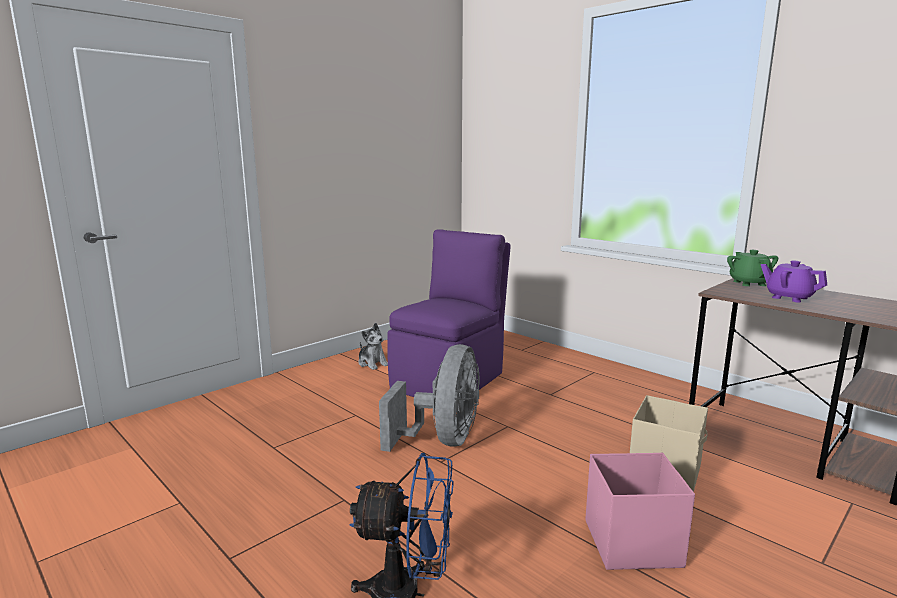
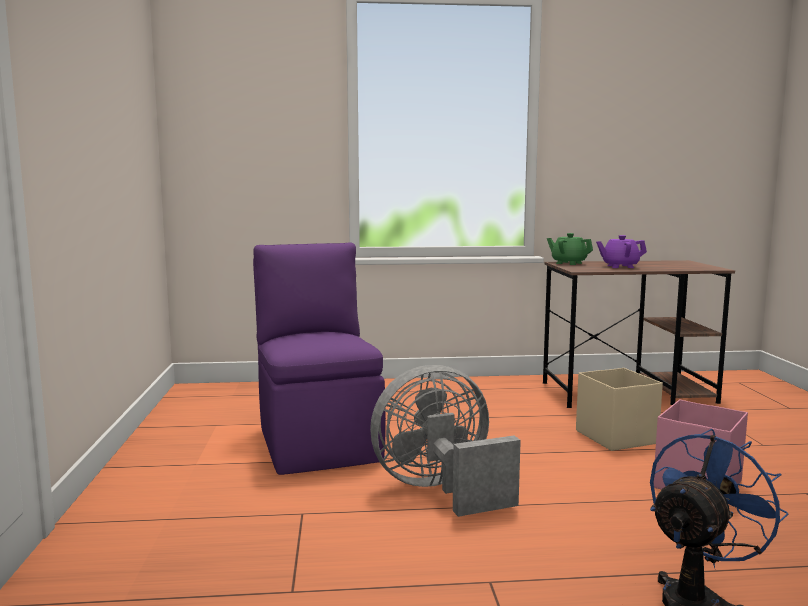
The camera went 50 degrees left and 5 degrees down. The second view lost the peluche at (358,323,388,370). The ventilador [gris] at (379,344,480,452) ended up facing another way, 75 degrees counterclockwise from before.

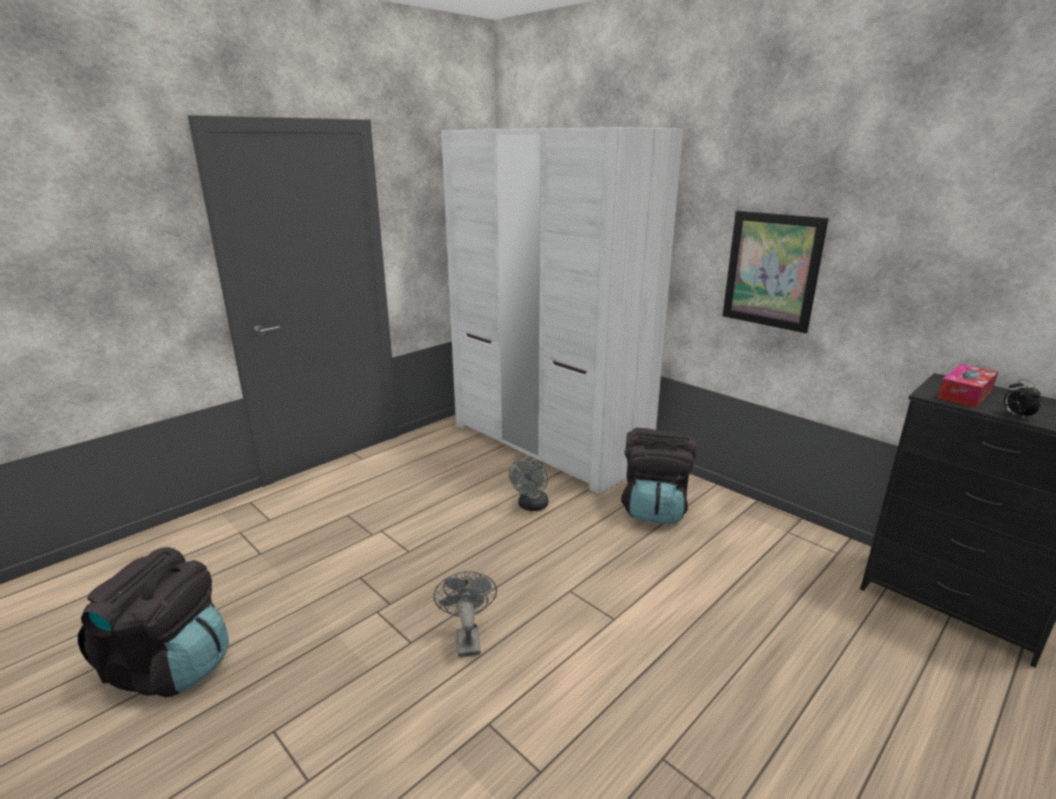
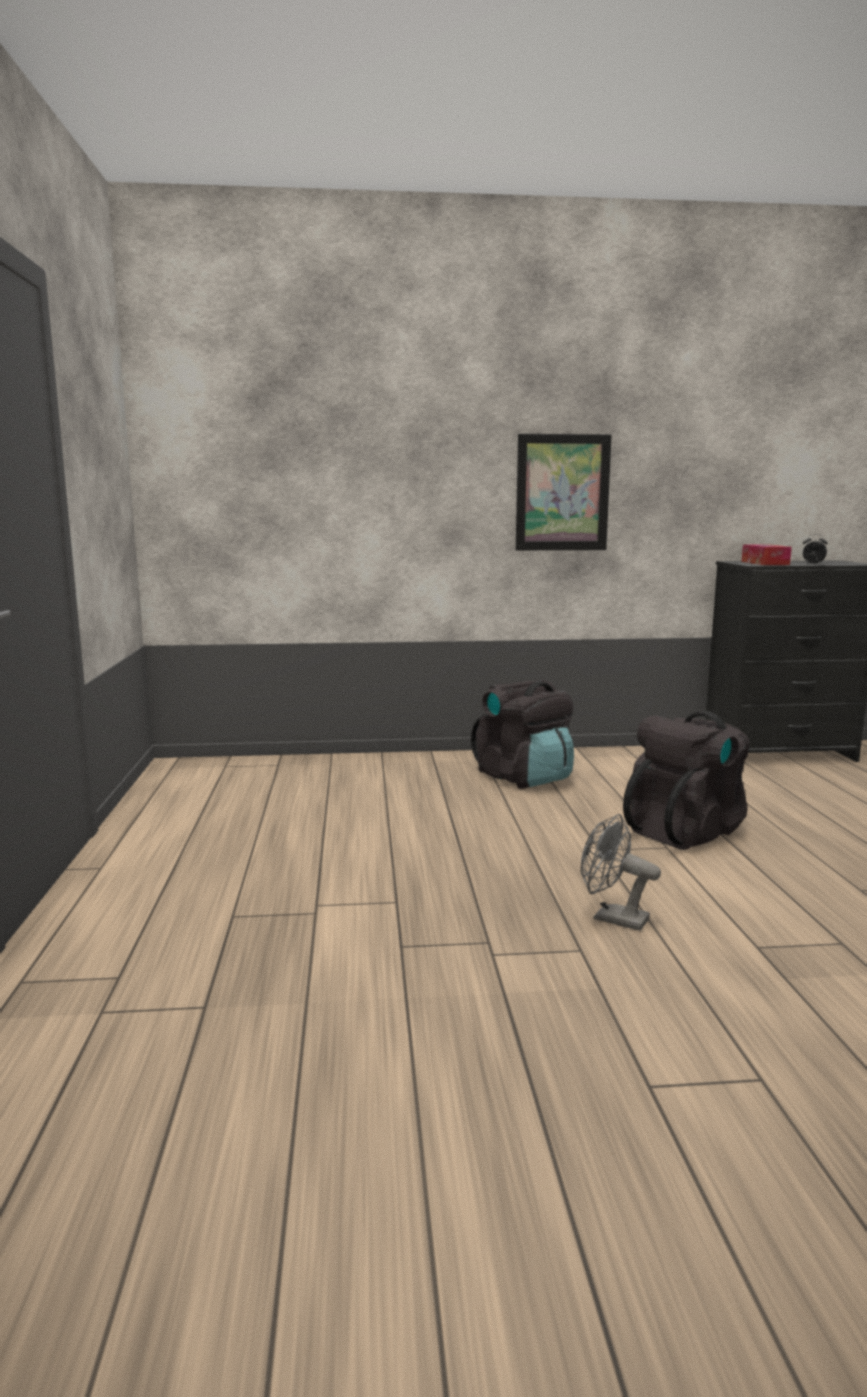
The camera went 50 degrees left and 10 degrees down. The second view lost the armario ropero [blanco] at (441,127,683,494). The second view lost the ventilador [gris] at (509,458,548,511). The mochila [negro] ended up elsewhere, having gone from (78,547,229,697) to (623,710,749,850).

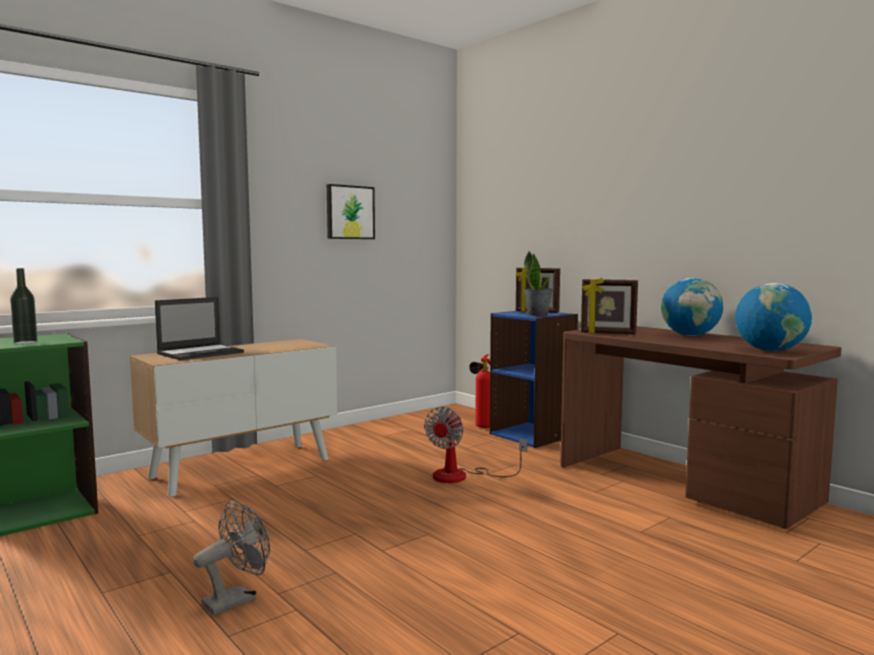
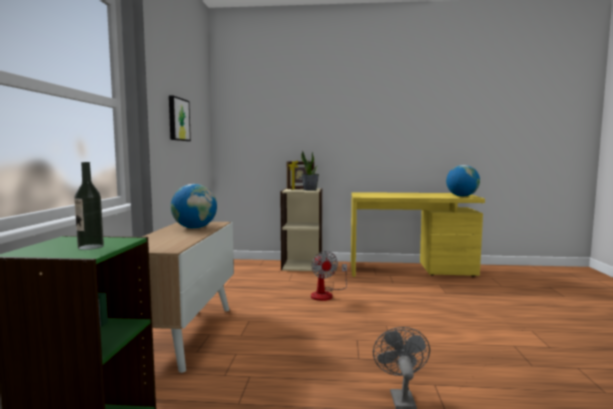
The camera went 45 degrees left and 0 degrees up. The second view lost the portátil at (155,297,244,360). The second view lost the extintor at (469,354,490,428). The second view lost the portarretratos at (581,278,638,335). The globo terráqueo ended up elsewhere, having gone from (661,278,723,336) to (171,184,217,229). What was the estantería [azul] at (490,311,578,448) turned into the estantería [beis] at (280,188,323,271). What was the escritorio [marrón] at (560,326,842,528) turned into the escritorio [amarillo] at (351,192,485,277).

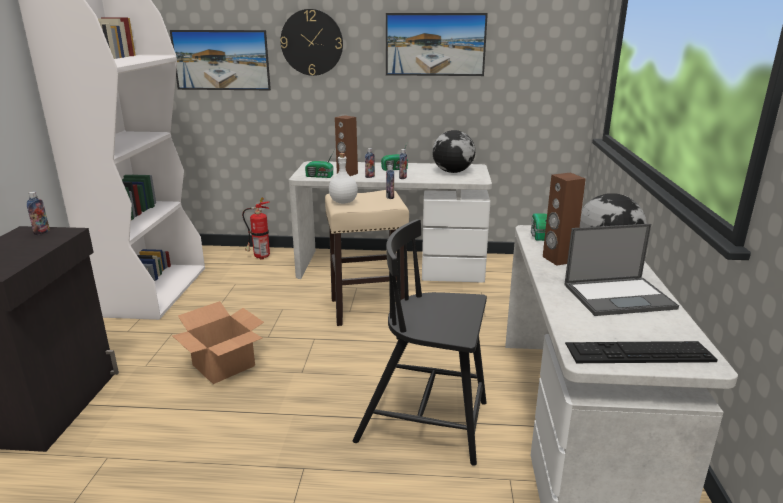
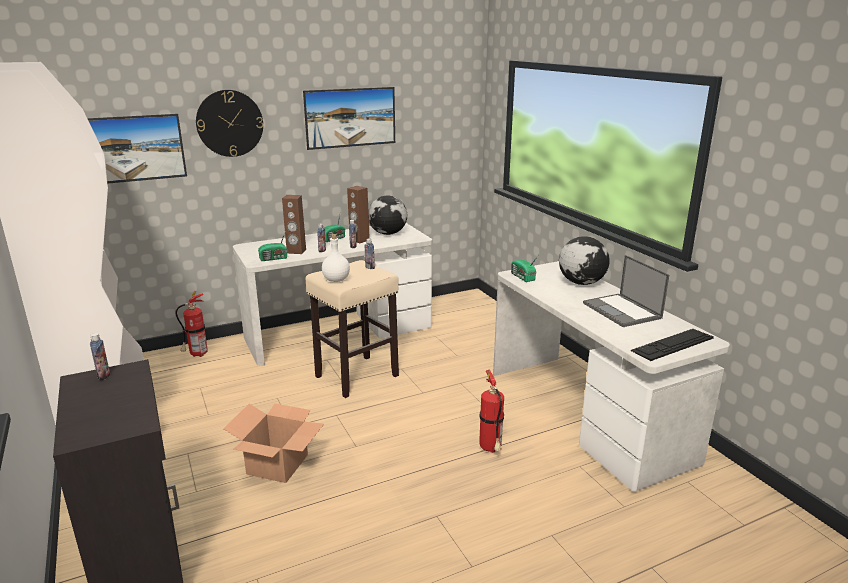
The camera went 30 degrees left and 0 degrees up. The altavoz [marrón] ended up elsewhere, having gone from (543,173,586,266) to (347,186,370,243). Where the silla [negro] stood at (353,219,487,465), the extintor came to stand at (479,370,504,453). The portátil at (564,224,679,316) ended up facing another way, 105 degrees clockwise from before.

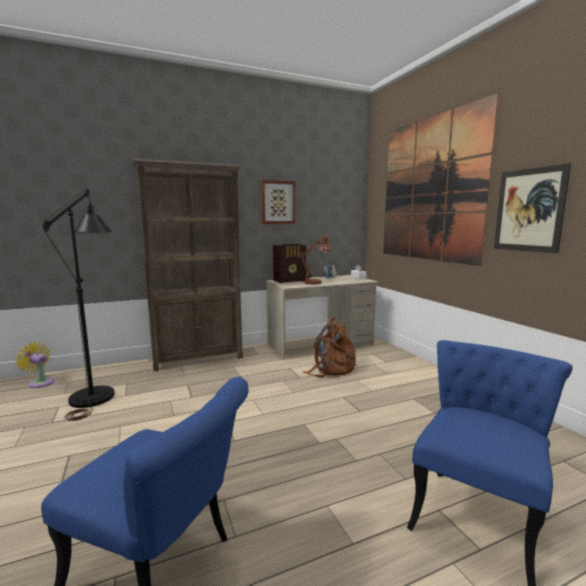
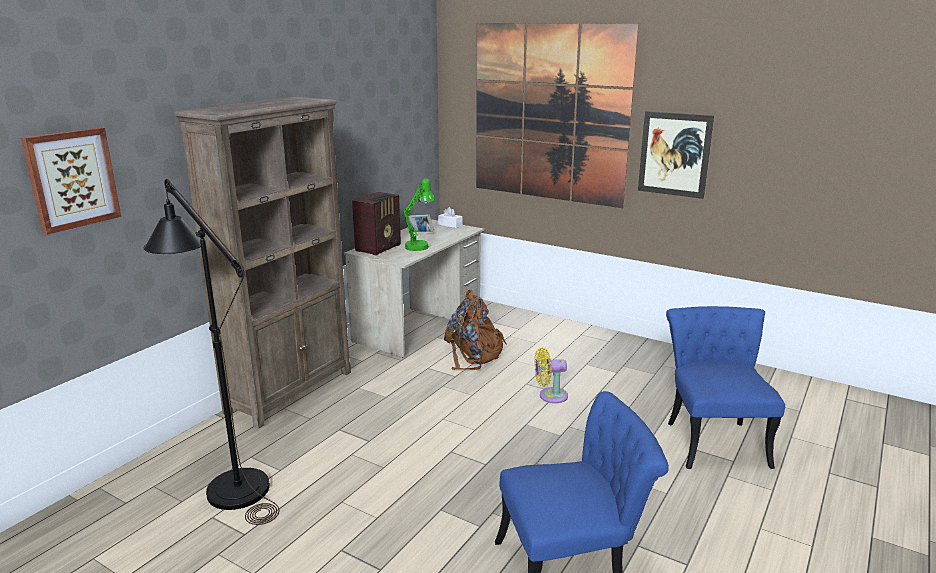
The camera went 35 degrees left and 10 degrees up. The ventilador [amarillo] ended up elsewhere, having gone from (16,342,55,388) to (535,348,568,403). The cuadro ended up elsewhere, having gone from (261,180,295,224) to (21,127,121,235). What was the lámpara de mesa [marrón] at (300,235,331,285) turned into the lámpara de mesa [verde] at (403,178,435,251).

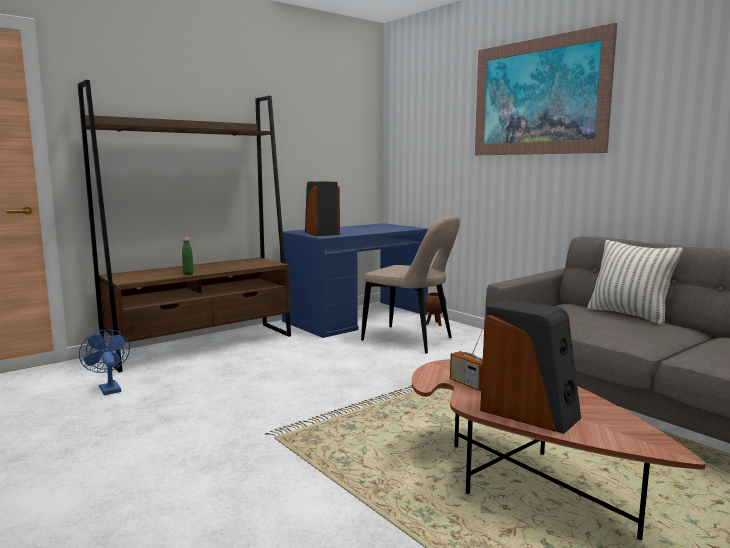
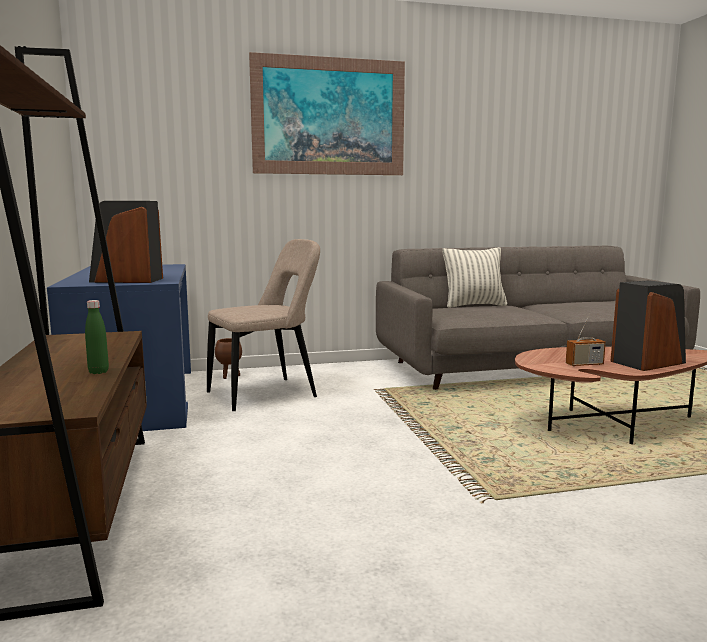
The camera went 65 degrees left and 0 degrees up. The second view lost the ventilador [azul] at (79,329,130,395).

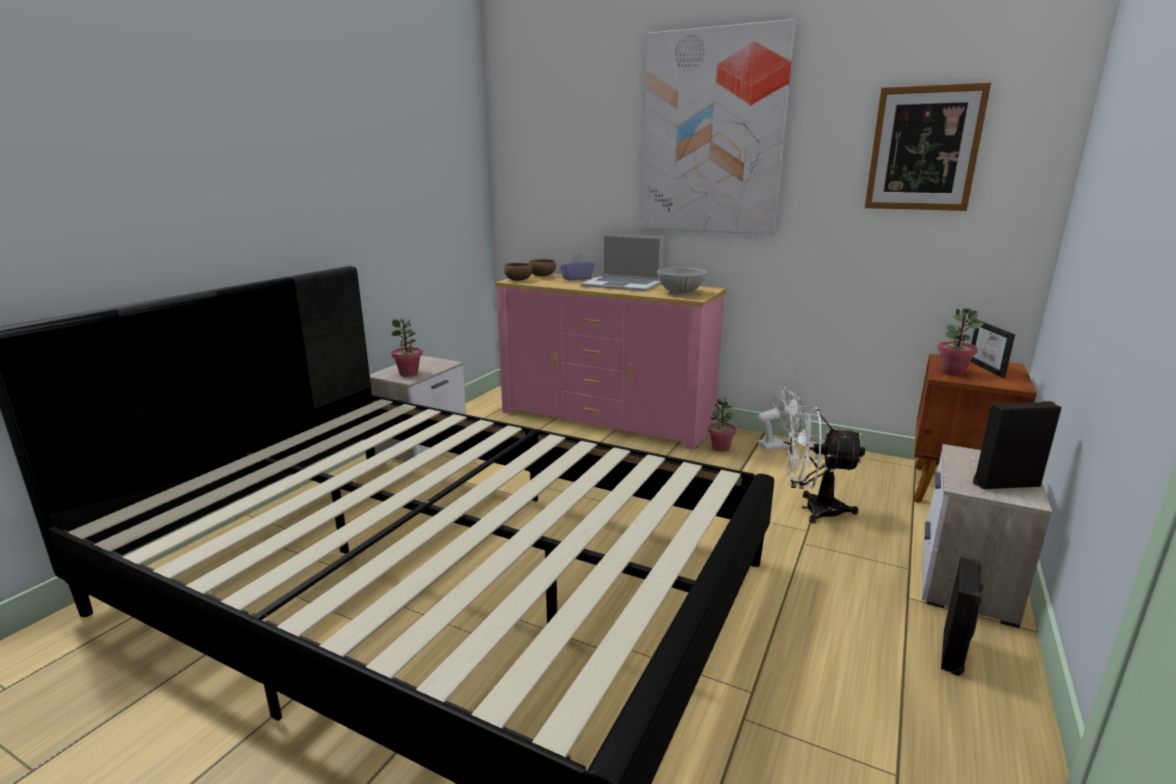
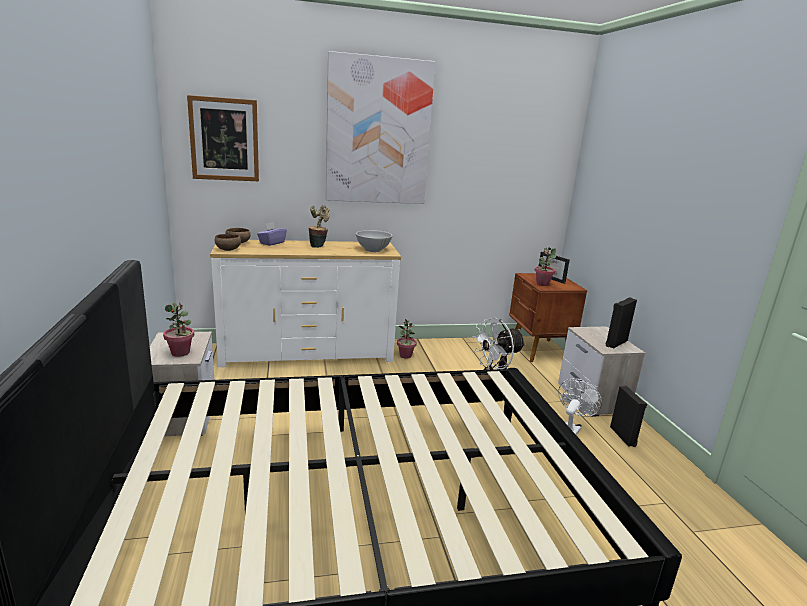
The camera went 40 degrees left and 0 degrees up. The ventilador [blanco] ended up elsewhere, having gone from (758,387,804,450) to (558,378,602,435). The cuadro ended up elsewhere, having gone from (865,82,991,211) to (187,95,259,181). Where the portátil stood at (580,233,664,292), the planta en maceta came to stand at (309,205,330,248). What was the cómoda [rosa] at (495,274,726,450) turned into the cómoda [blanco] at (210,240,401,367).

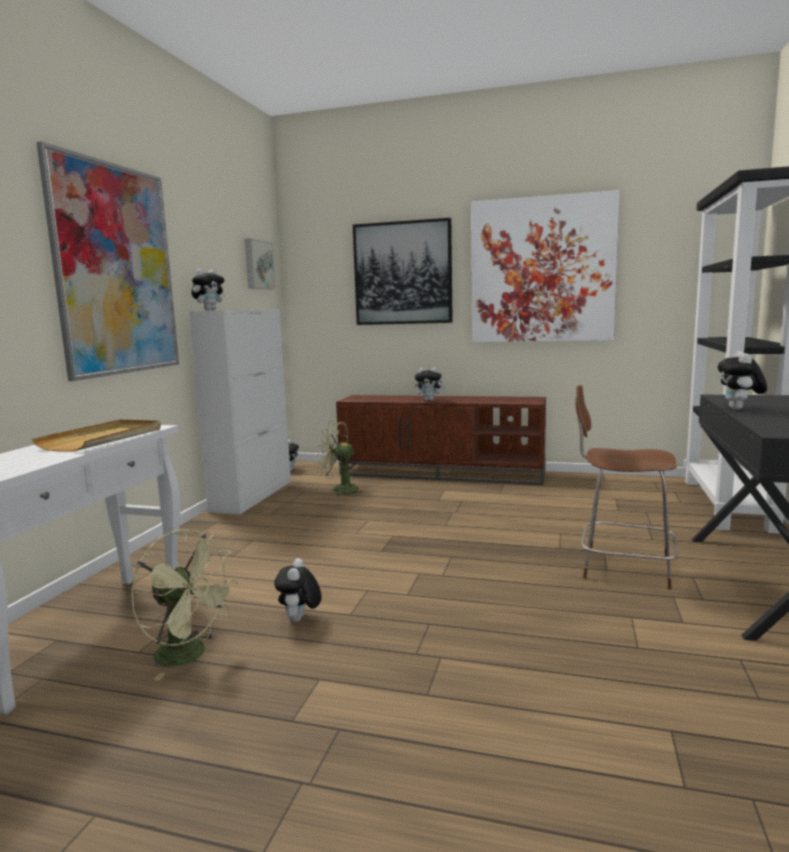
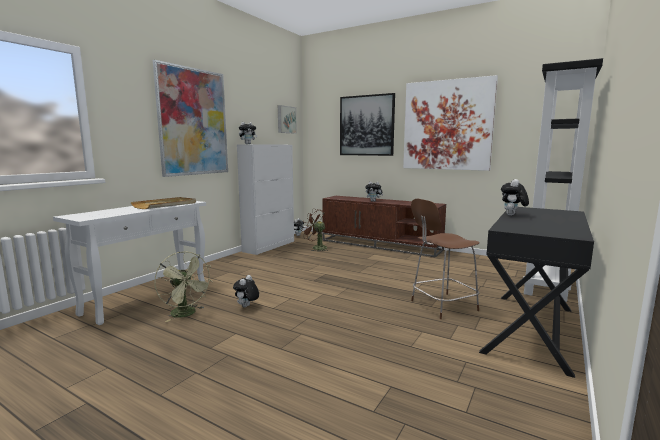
The camera went 15 degrees right and 0 degrees up. What was the ventilador [verde] at (315,421,364,496) turned into the ventilador [marrón] at (302,209,328,252). The silla [marrón] at (575,385,678,590) ended up facing another way, 60 degrees counterclockwise from before.

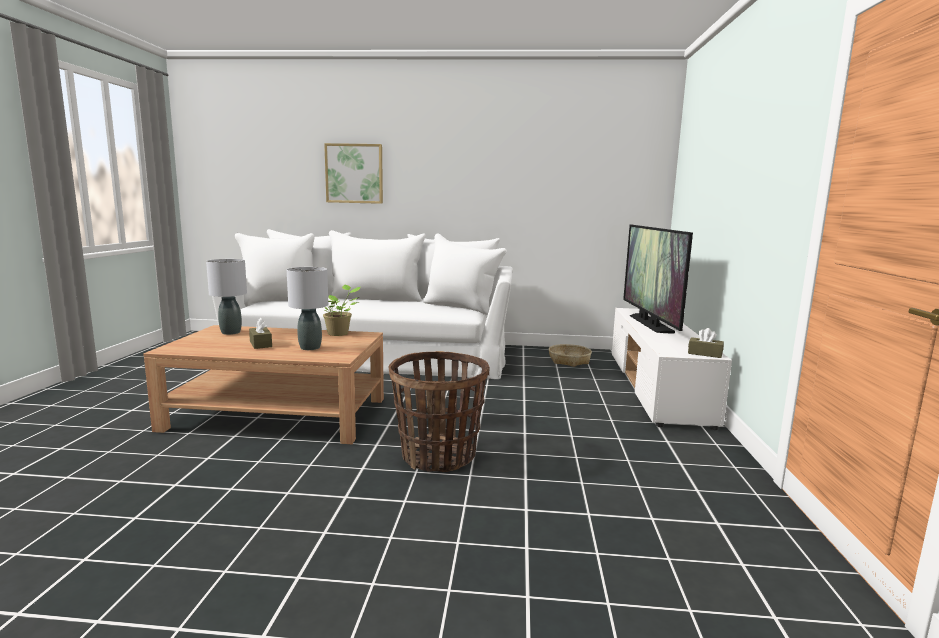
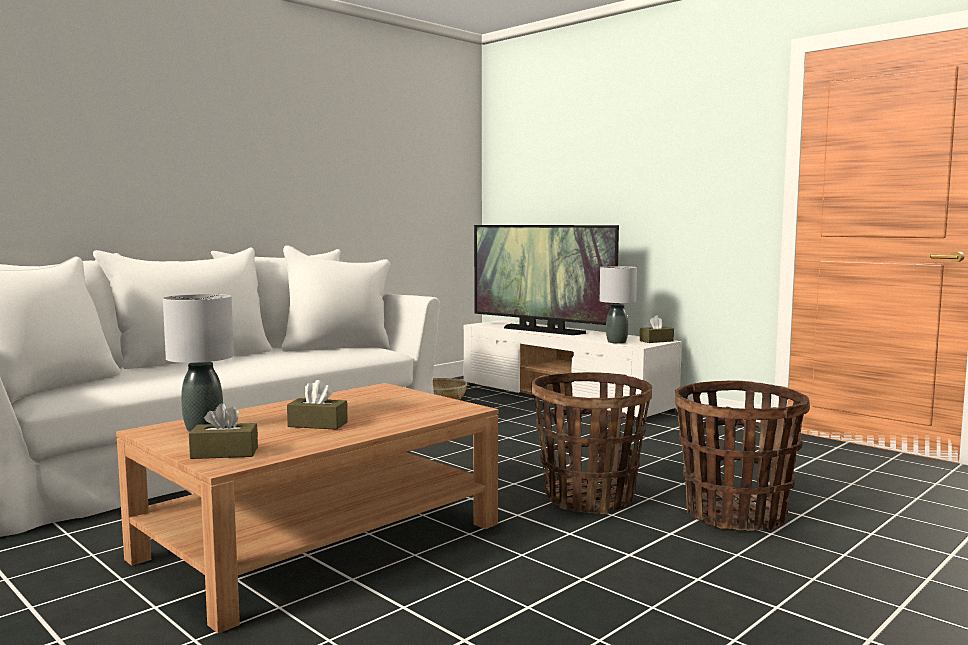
The camera went 50 degrees left and 5 degrees down. The second view lost the planta en maceta at (323,285,361,336). The second view lost the cuadro at (324,143,383,204). The second view gained the caja de pañuelos [marrón] at (189,403,258,459). The second view gained the cesta at (675,380,810,531). The lámpara de mesa [gris] ended up elsewhere, having gone from (287,267,328,350) to (600,266,637,344).

